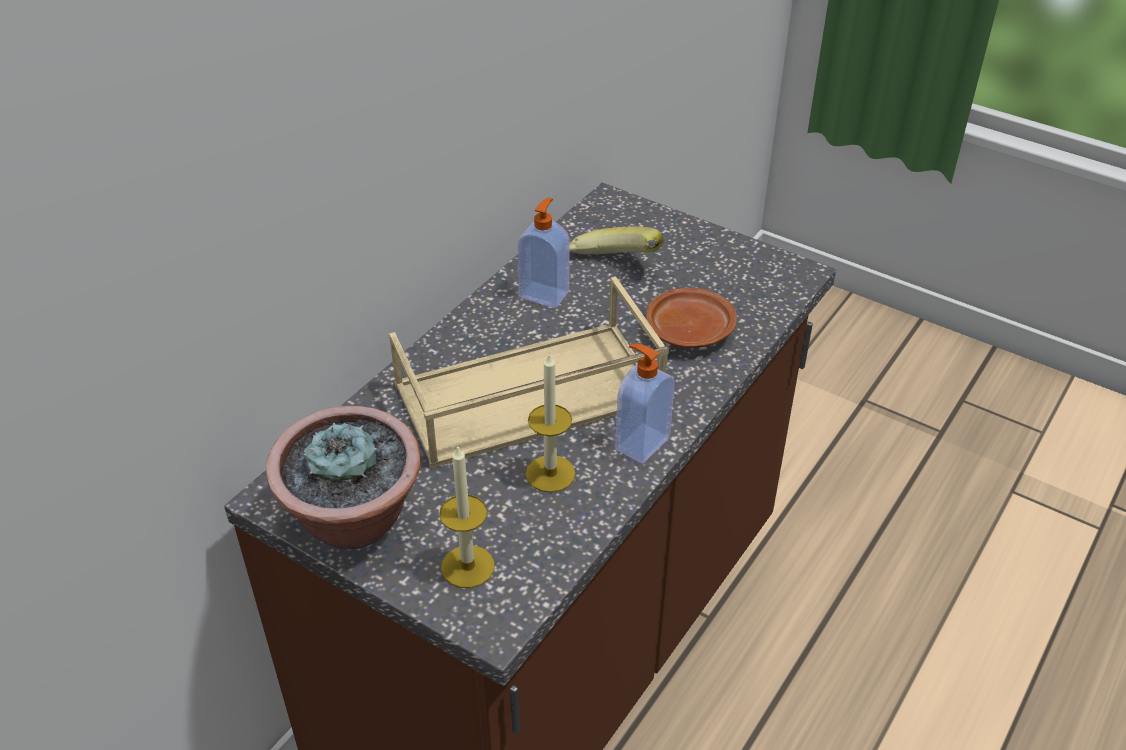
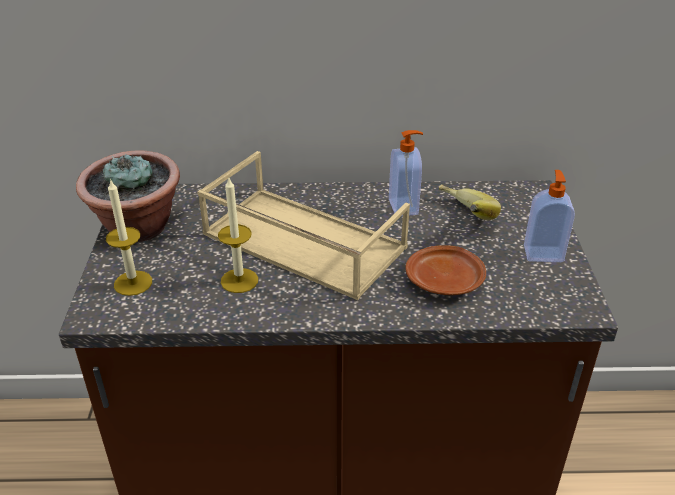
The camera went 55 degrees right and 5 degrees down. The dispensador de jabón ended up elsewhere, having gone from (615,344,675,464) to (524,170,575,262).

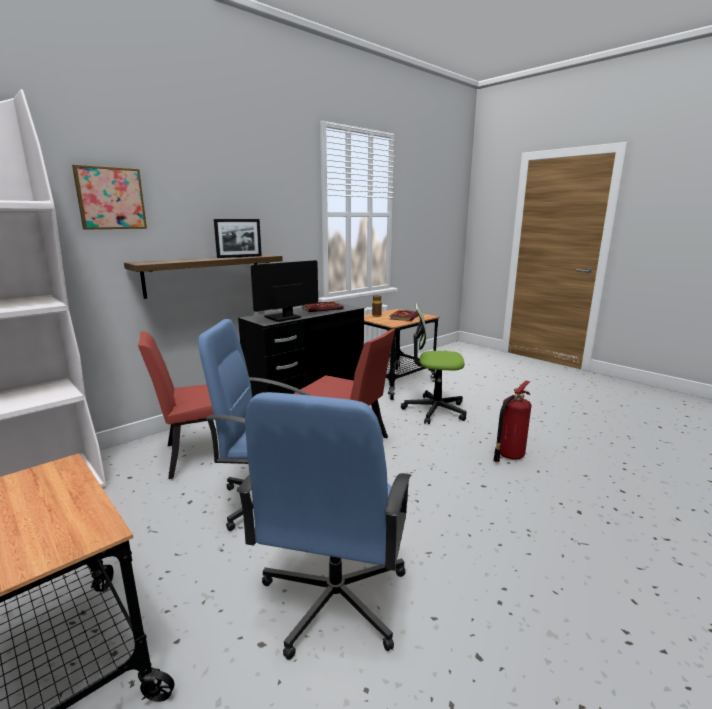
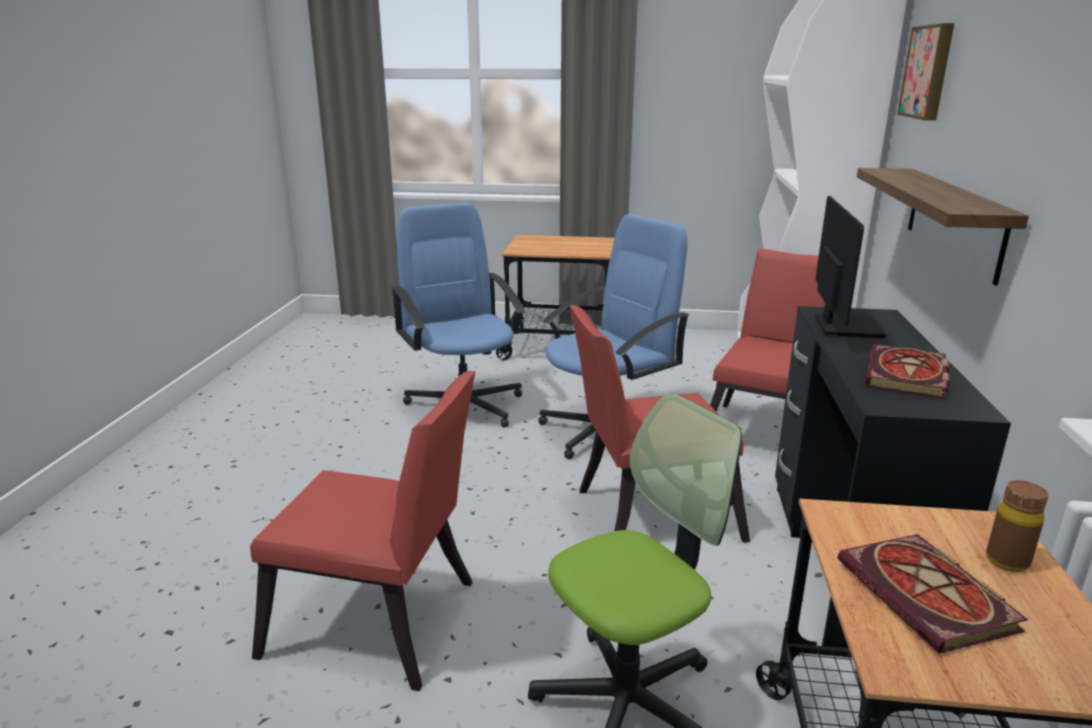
The camera went 140 degrees right and 5 degrees up. The second view lost the portarretratos at (214,219,262,258). Where the extintor stood at (493,380,531,462), the silla [rojo] came to stand at (250,371,475,691).

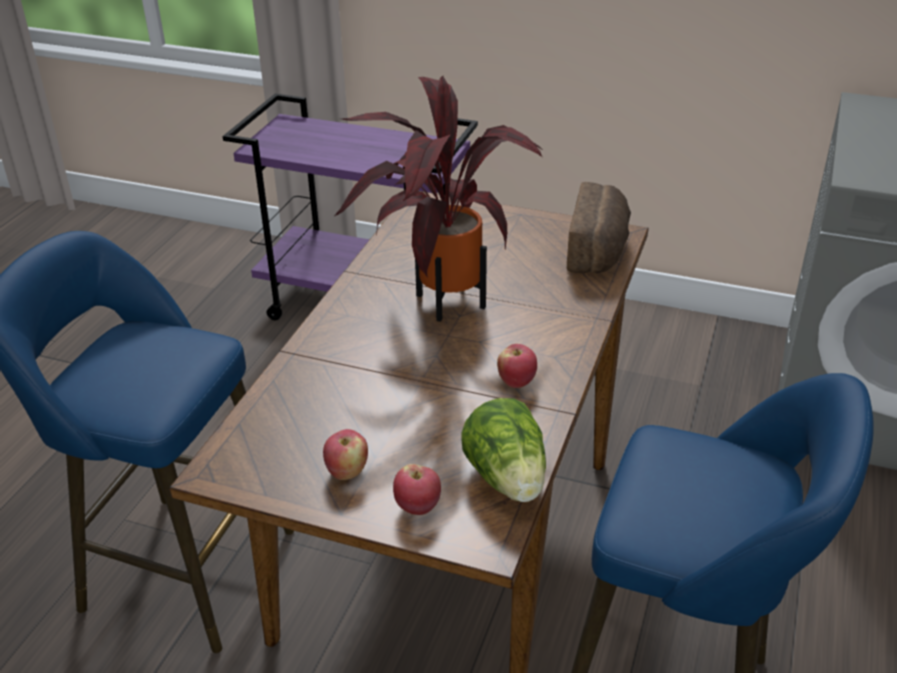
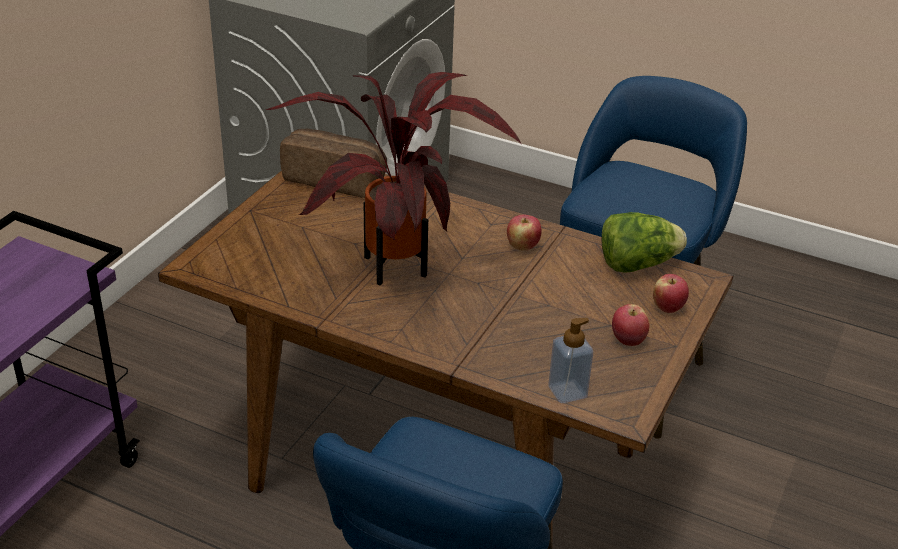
The camera went 85 degrees left and 0 degrees up. The second view gained the dispensador de jabón at (548,318,593,403).

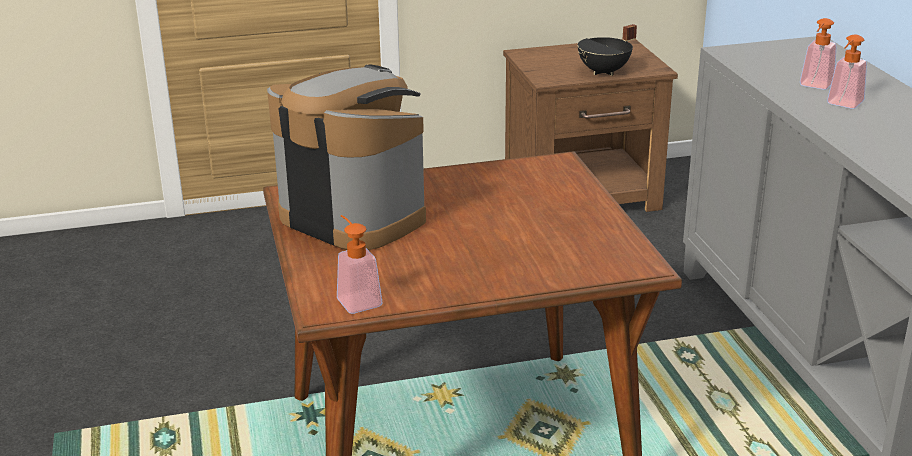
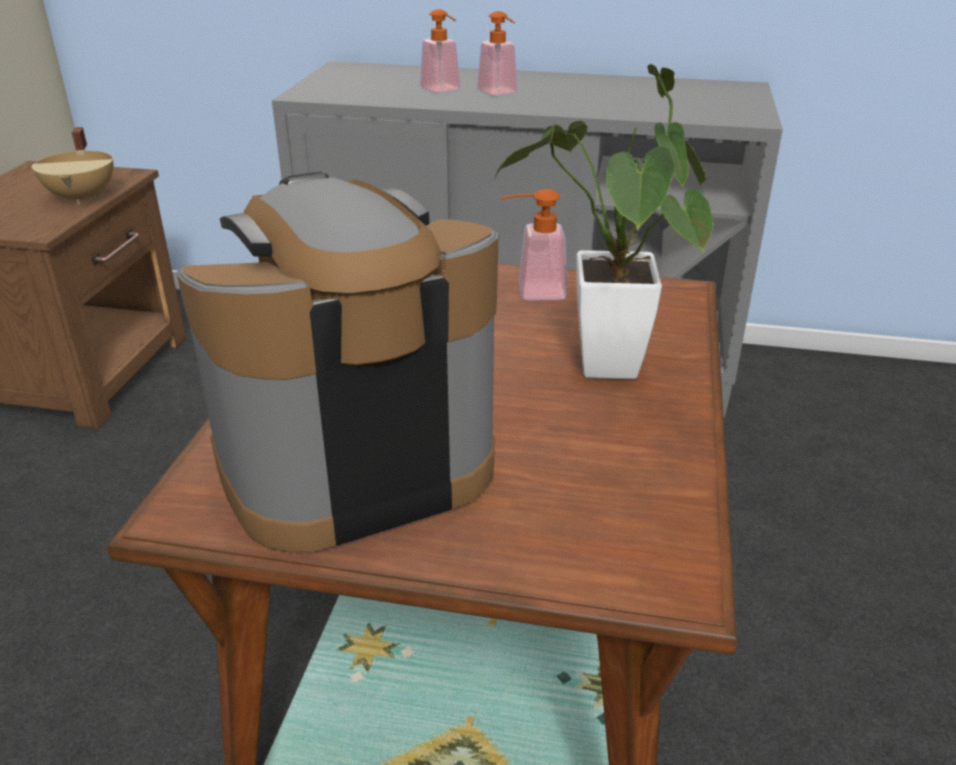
The camera went 65 degrees left and 5 degrees up. The second view gained the planta en maceta at (493,64,713,379). The dispensador de jabón ended up elsewhere, having gone from (337,215,382,314) to (500,189,567,300). What was the olla [negro] at (578,24,637,76) turned into the olla [beis] at (32,127,113,205).

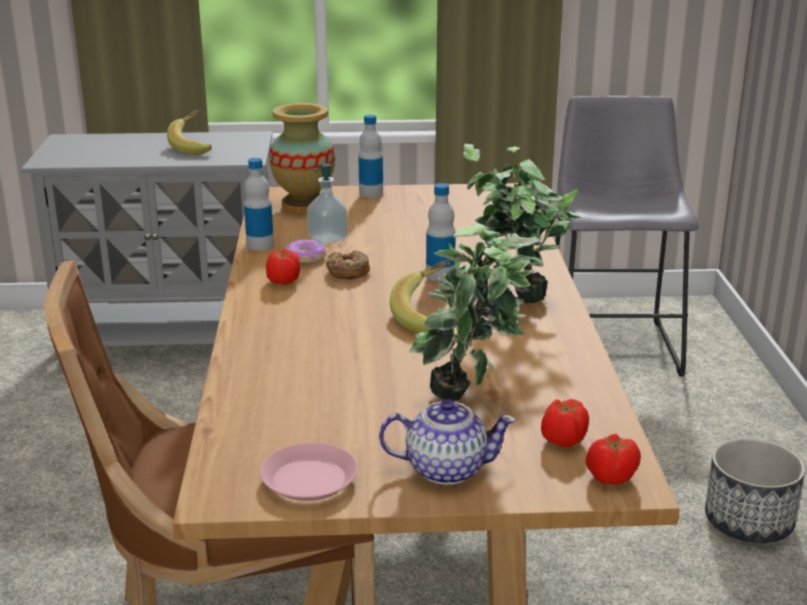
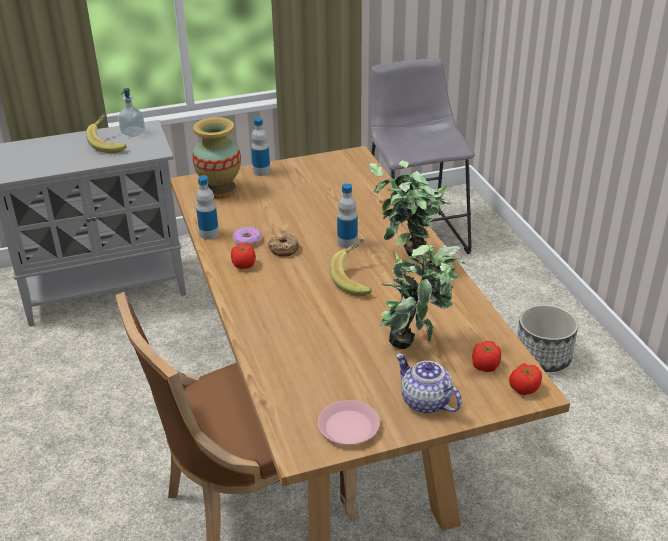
The camera went 15 degrees left and 10 degrees up. The dispensador de jabón ended up elsewhere, having gone from (307,163,348,244) to (118,88,145,137). The tetera at (379,399,517,485) ended up facing another way, 120 degrees counterclockwise from before.

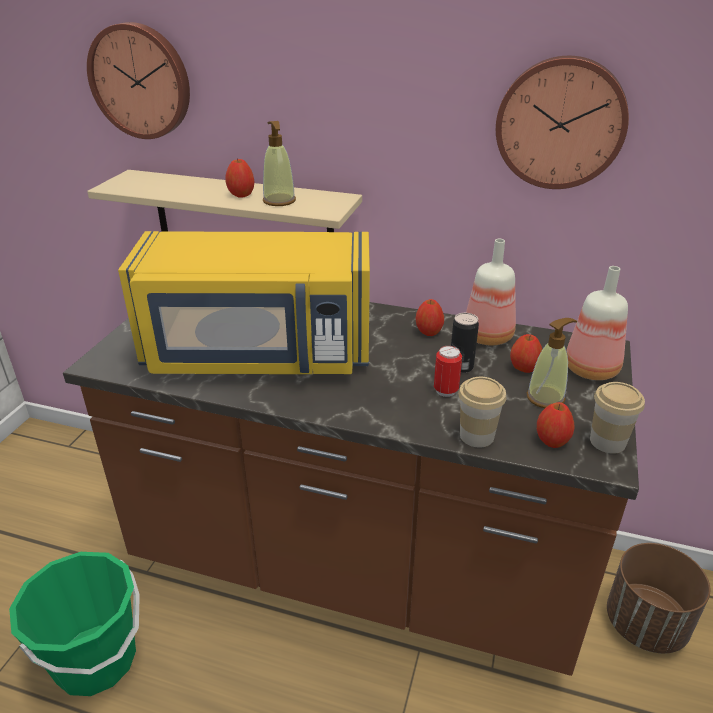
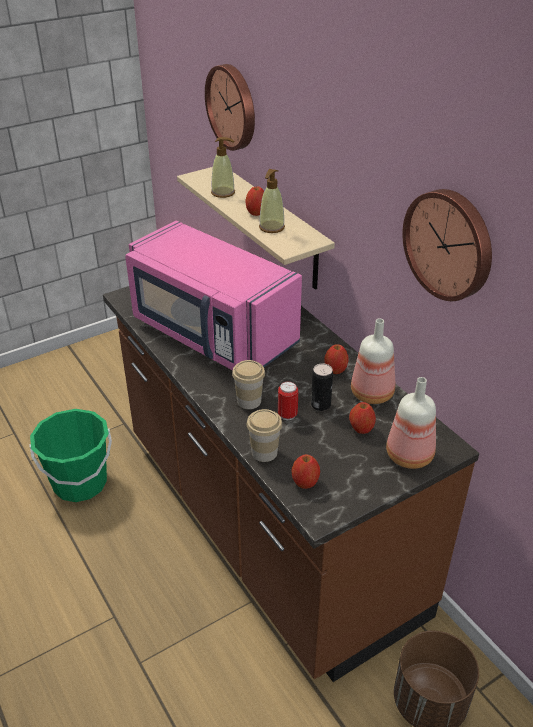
The camera went 40 degrees right and 5 degrees up. The dispensador de jabón ended up elsewhere, having gone from (527,318,577,408) to (211,137,235,198). The taza ended up elsewhere, having gone from (590,382,645,454) to (232,360,265,409). What was the microondas [amarillo] at (118,231,370,374) turned into the microondas [rosa] at (125,221,302,370).

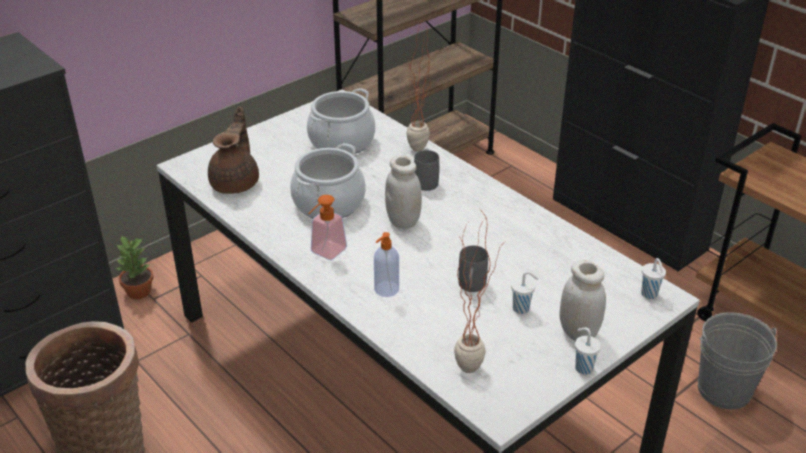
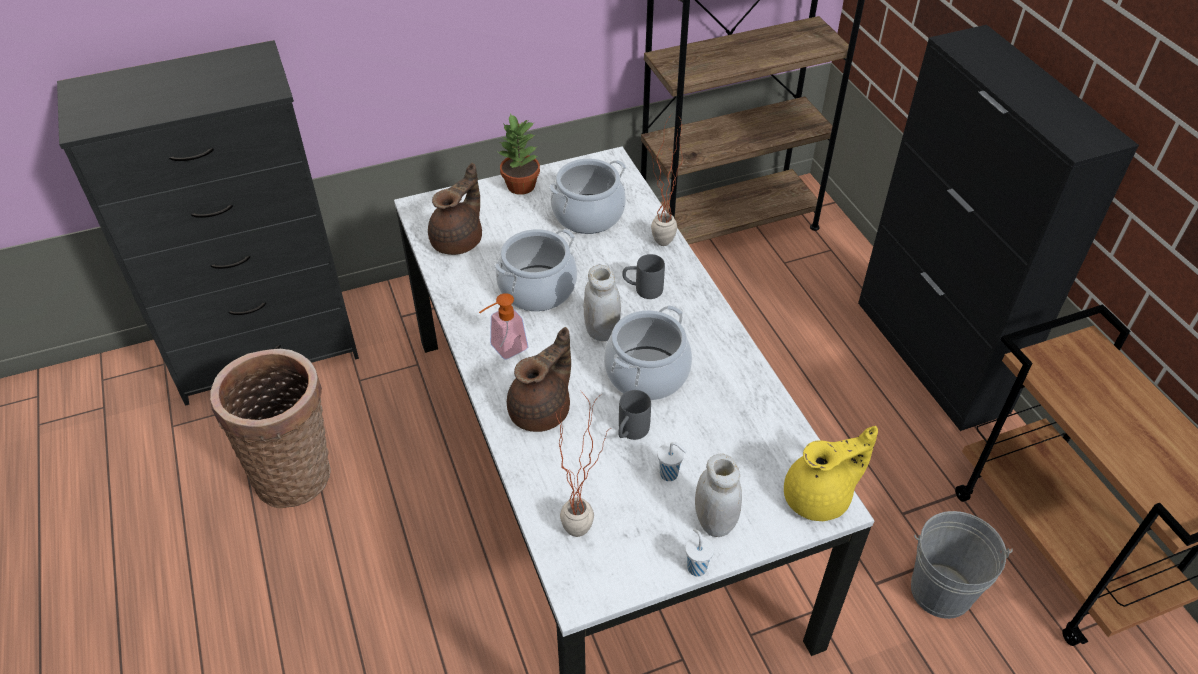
The camera went 20 degrees right and 10 degrees up. The second view gained the olla at (604,305,692,400). The planta en maceta ended up elsewhere, having gone from (115,236,154,299) to (498,113,540,195). Where the dispensador de jabón stood at (374,232,399,297), the tetera [marrón] came to stand at (507,327,571,432). Where the taza [blanco] stood at (641,258,666,299), the tetera [amarillo] came to stand at (784,426,878,521).

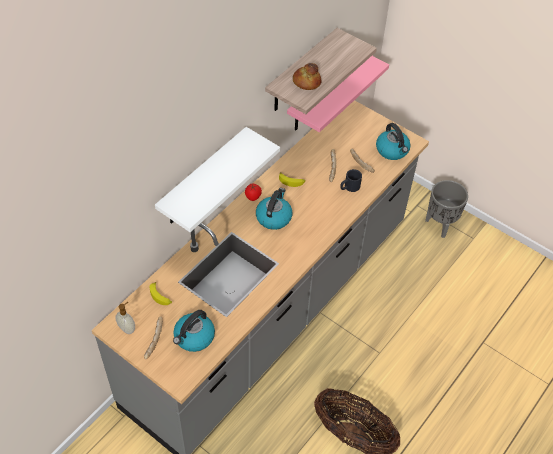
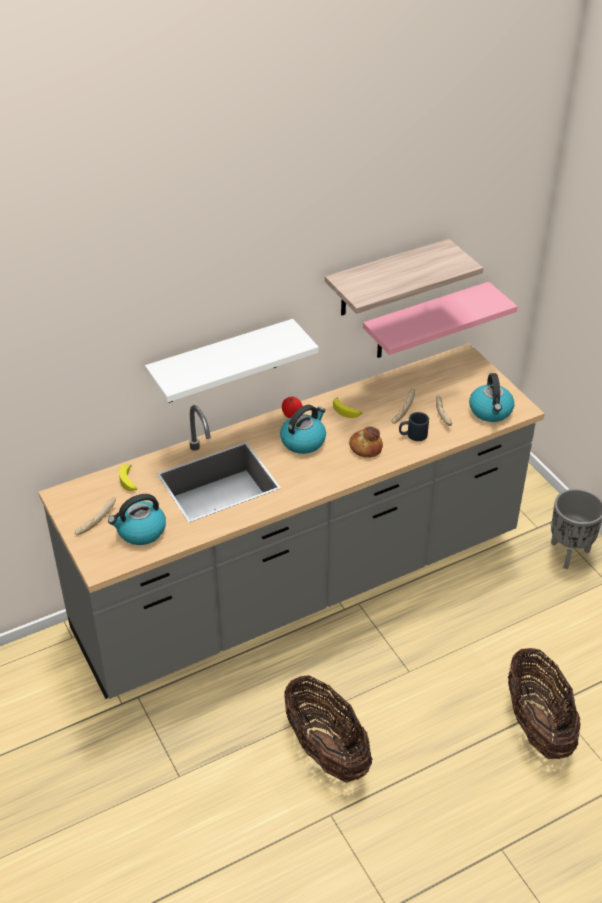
The camera went 25 degrees right and 10 degrees down. The second view lost the dispensador de jabón at (115,302,135,334). The second view gained the cesta at (508,648,580,759). The pan ended up elsewhere, having gone from (293,63,321,90) to (349,427,383,458).

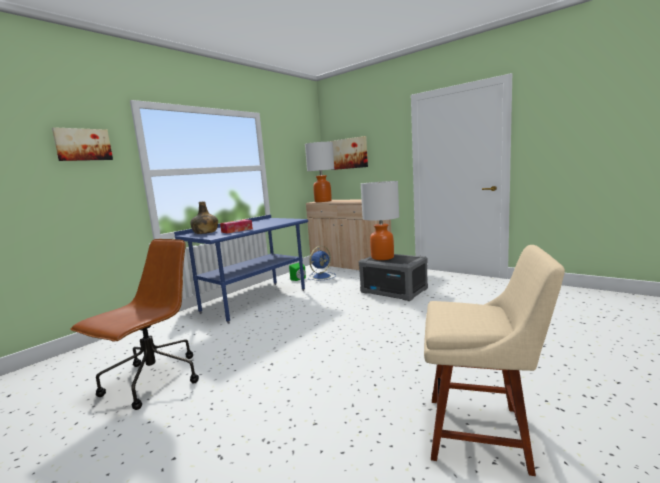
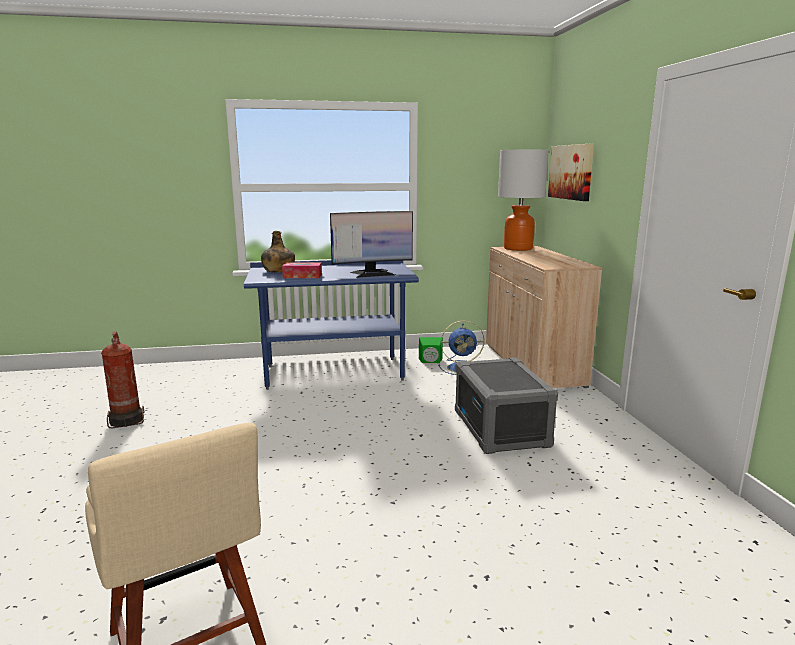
The camera went 40 degrees right and 5 degrees up. The second view lost the cuadro at (52,127,113,161). The second view lost the lámpara de mesa at (361,181,399,260). The second view gained the monitor at (330,211,413,278). Where the silla de oficina [marrón] stood at (70,239,199,410), the extintor came to stand at (101,331,144,428).

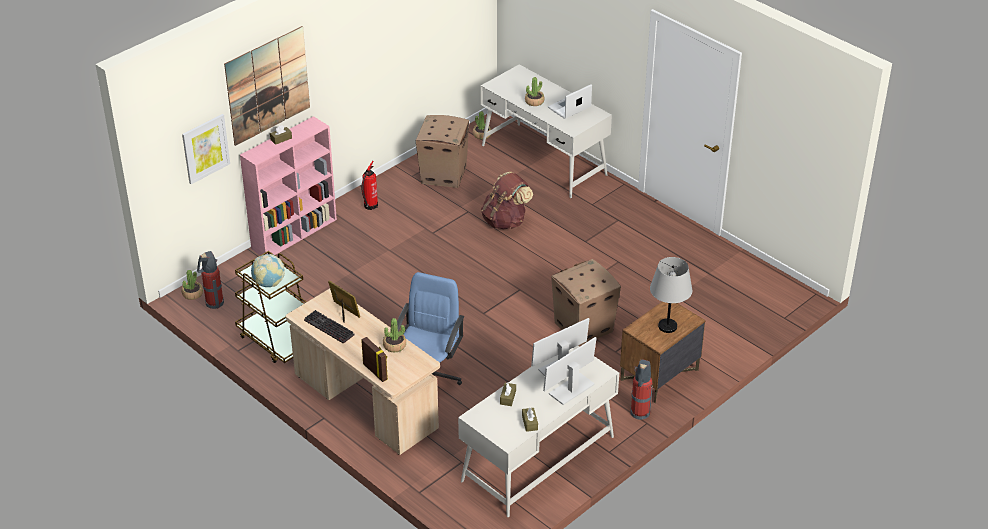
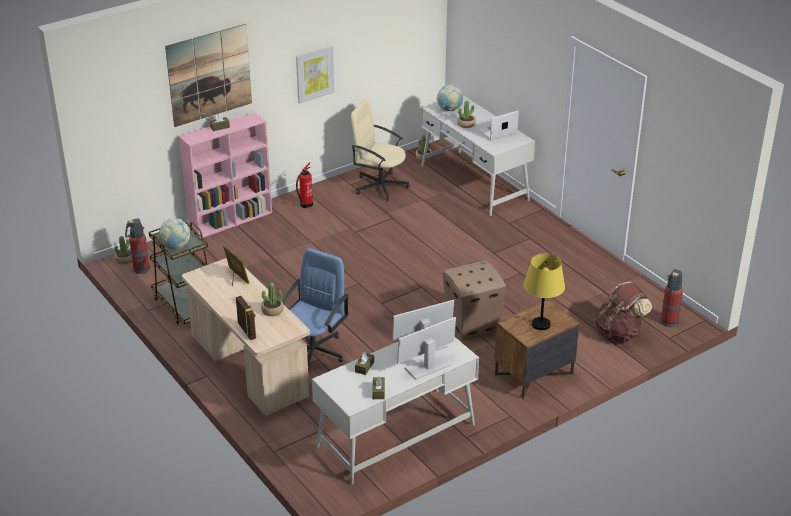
The camera went 10 degrees right and 5 degrees down. The second view lost the teclado at (304,310,355,344). The second view gained the globo terráqueo at (437,85,463,111). The cuadro ended up elsewhere, having gone from (182,114,230,184) to (296,46,335,104). The mochila [marrón] ended up elsewhere, having gone from (481,172,533,229) to (595,282,652,341). The extintor ended up elsewhere, having gone from (630,359,653,420) to (660,269,683,327). Where the caja de cartón stood at (416,115,469,188), the silla de oficina [beis] came to stand at (351,99,409,201). What was the lámpara de mesa [gris] at (650,257,692,333) turned into the lámpara de mesa [amarillo] at (523,254,565,330).

